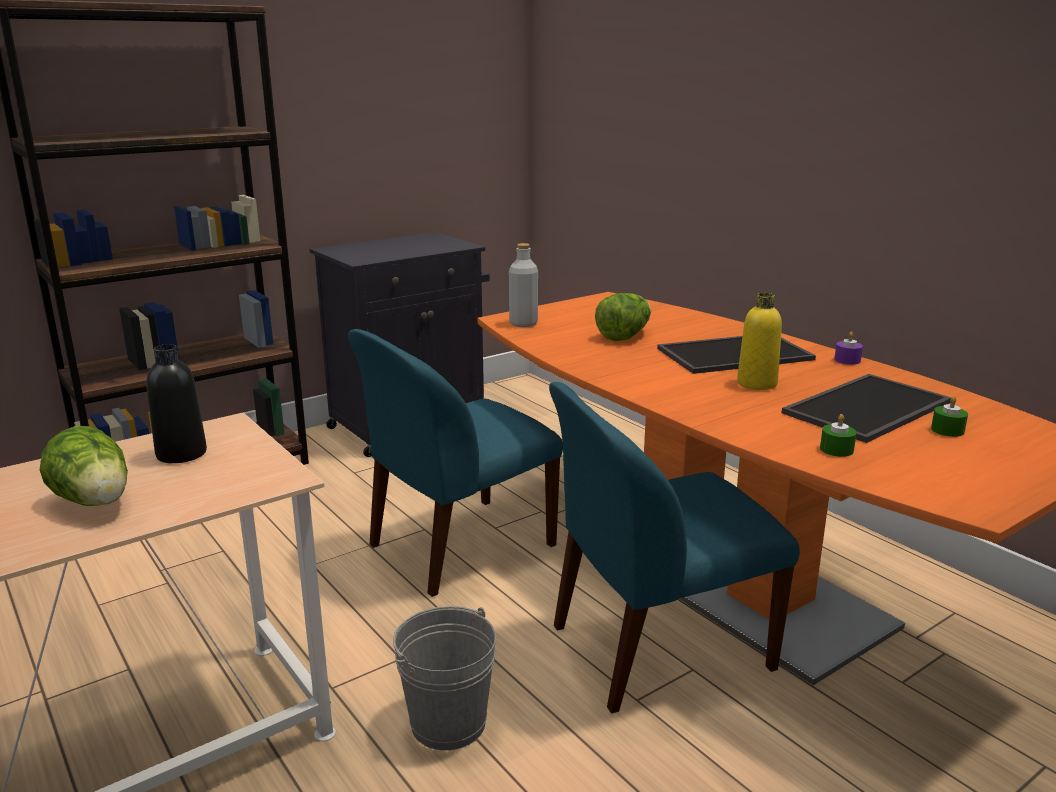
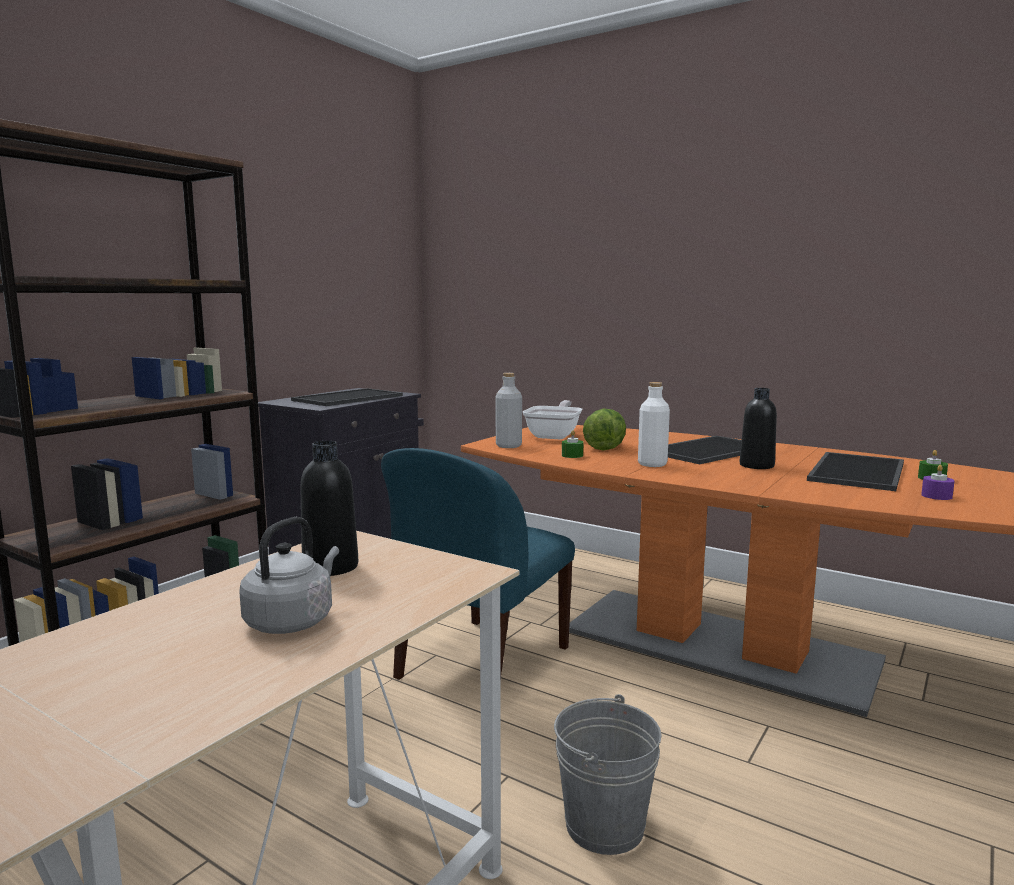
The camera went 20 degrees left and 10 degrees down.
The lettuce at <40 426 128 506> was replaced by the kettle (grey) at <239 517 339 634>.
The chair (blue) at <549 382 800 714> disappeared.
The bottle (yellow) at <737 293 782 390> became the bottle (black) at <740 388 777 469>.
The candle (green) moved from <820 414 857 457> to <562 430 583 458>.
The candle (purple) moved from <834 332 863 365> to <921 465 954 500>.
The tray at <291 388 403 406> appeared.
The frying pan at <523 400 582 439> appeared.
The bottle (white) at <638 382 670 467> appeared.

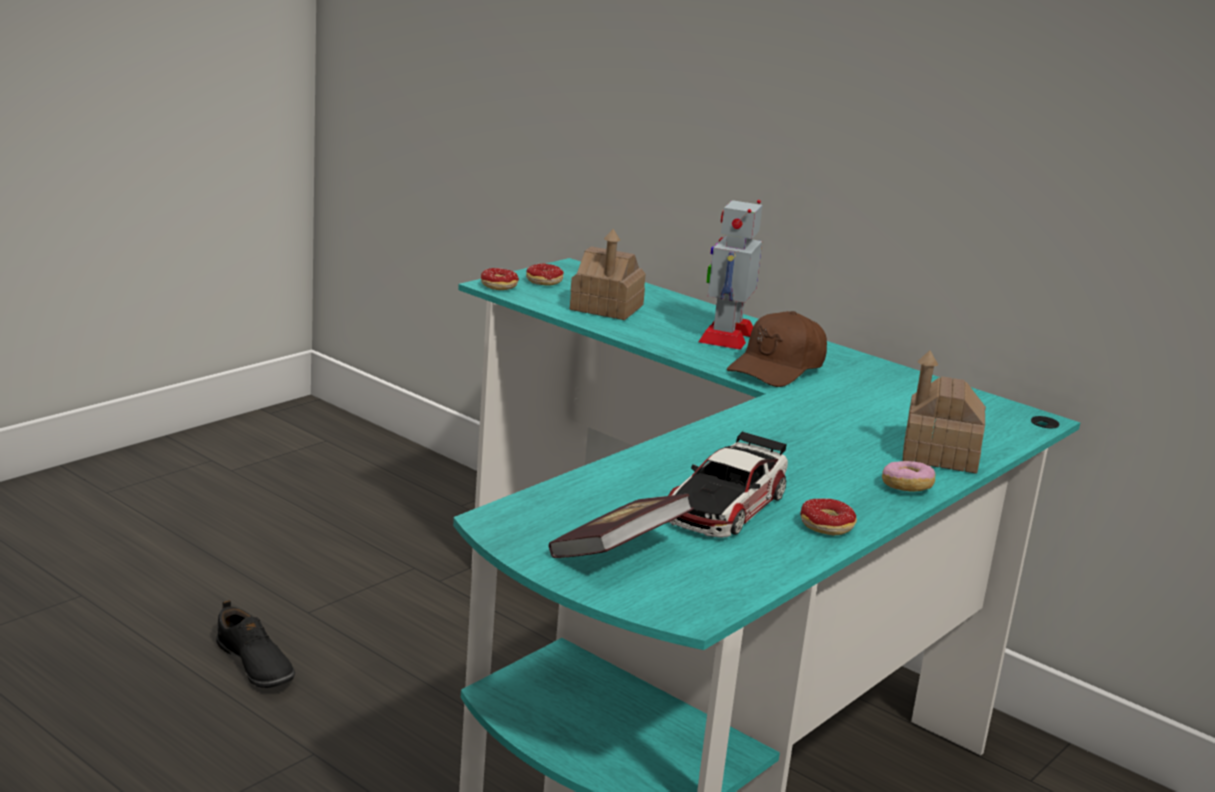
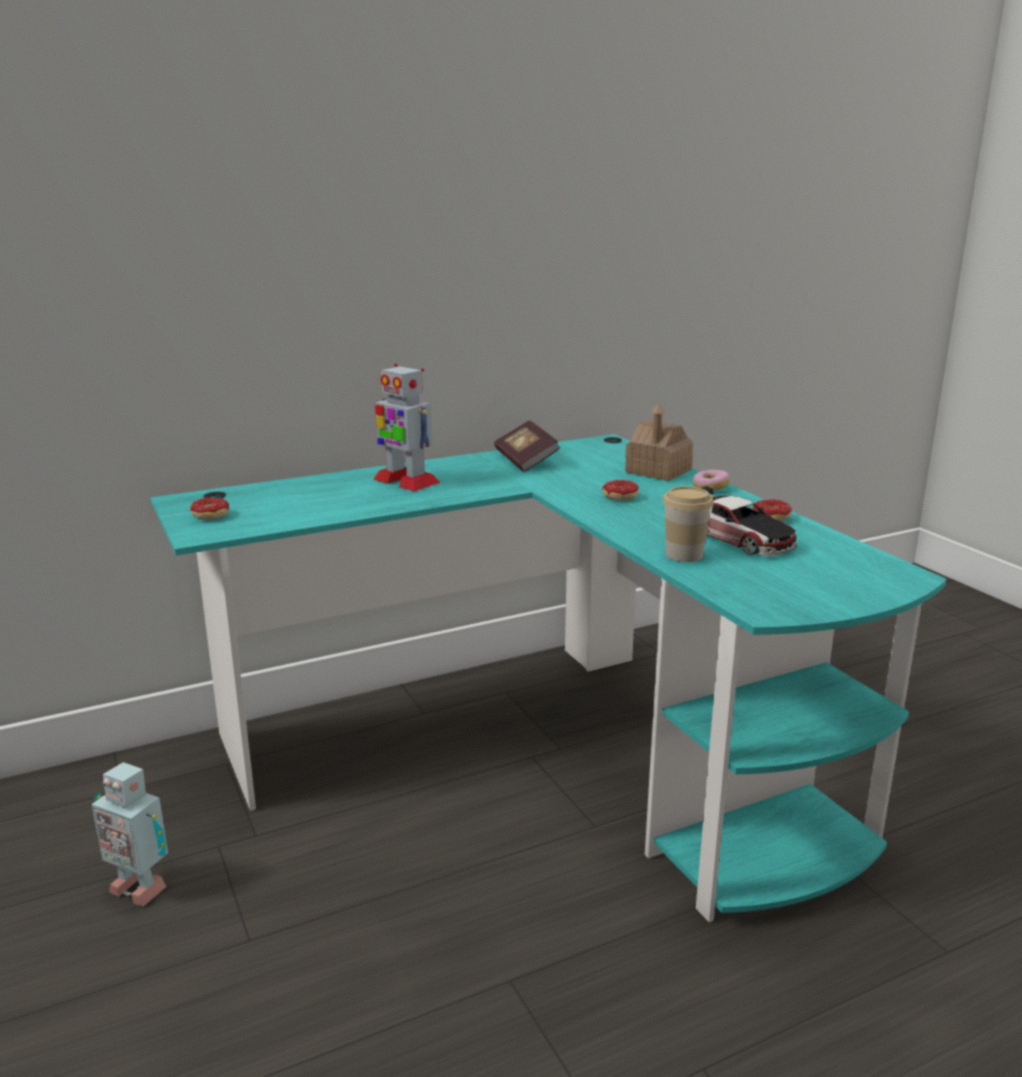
The camera went 65 degrees left and 0 degrees up.
The shoe (black) at <216 600 295 688> disappeared.
The donut moved from <481 268 519 290> to <602 480 639 501>.
The book moved from <548 494 694 558> to <494 420 560 472>.
The toy house at <570 229 646 320> disappeared.
The cap (brown) at <727 311 827 387> disappeared.
The toy robot at <92 762 168 907> appeared.
The cup at <663 486 714 562> appeared.

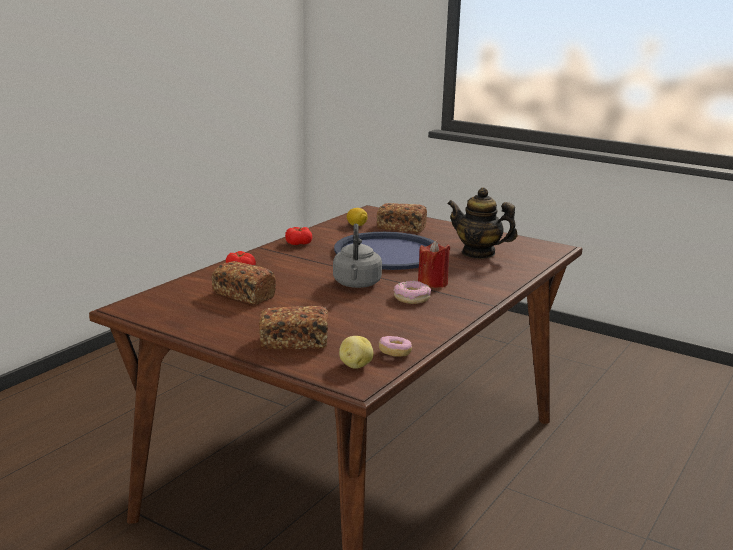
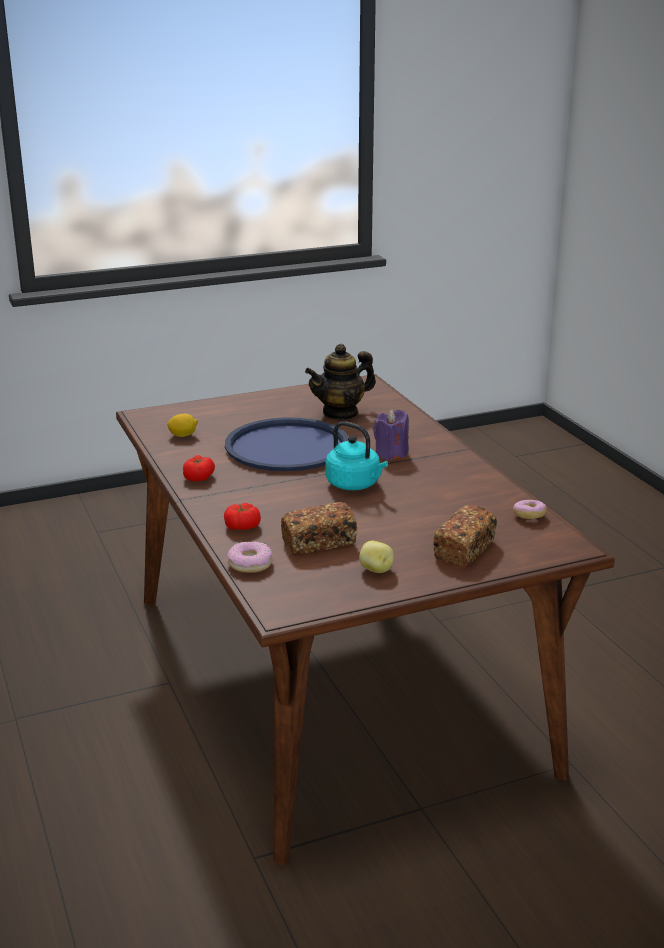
The camera went 55 degrees left and 5 degrees up.
The kettle (grey) at <333 224 382 288> became the kettle (turquoise) at <326 421 388 490>.
The potato moved from <339 336 373 369> to <359 541 394 573>.
The bread at <377 203 427 233> disappeared.
The donut moved from <394 281 431 304> to <227 541 273 573>.
The candle (red) at <418 240 451 288> became the candle (purple) at <373 410 409 461>.

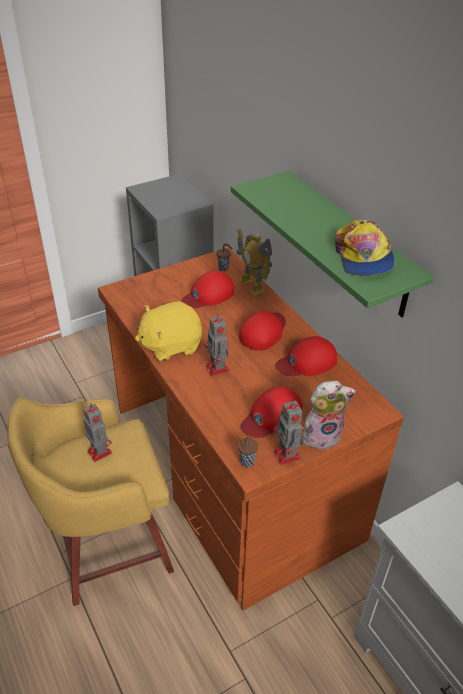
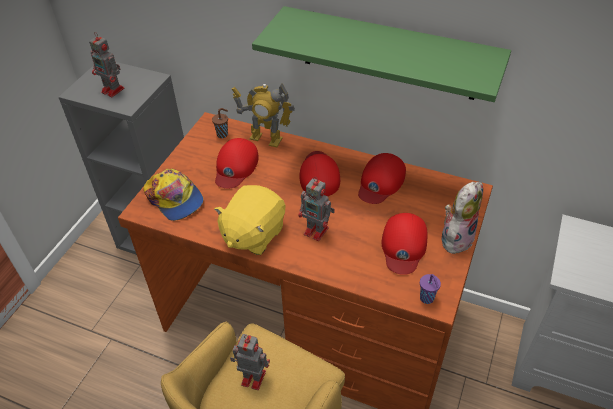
The camera went 35 degrees left and 5 degrees up.
The cup (brown) at <238 437 258 468> became the cup (purple) at <420 274 441 304>.
The toy robot moved from <273 399 303 465> to <89 32 125 97>.
The cap moved from <335 220 395 276> to <143 168 203 221>.

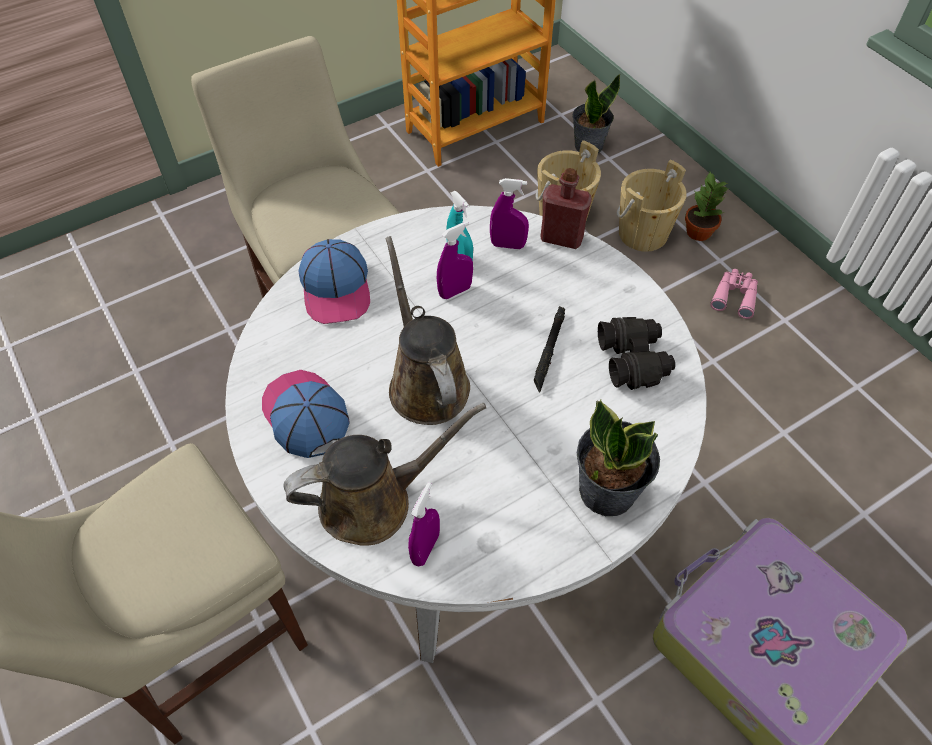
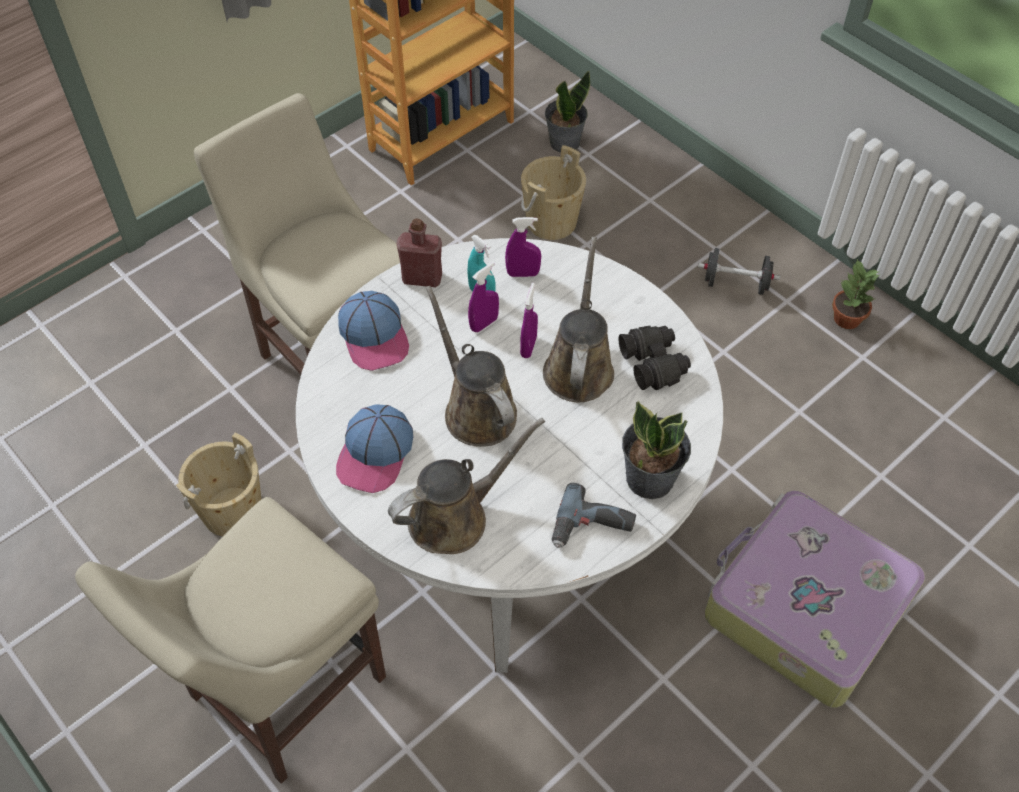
The camera went 10 degrees left and 0 degrees up.
The cap at <262 370 350 458> turned 120 degrees counterclockwise.
The spray bottle (purple) moved from <408 483 440 567> to <520 283 538 358>.
The flashlight (black) at <534 306 565 392> was replaced by the watering can (brown) at <543 237 614 402>.
The bottle (red) moved from <540 168 592 249> to <397 218 442 287>.
The bucket (beige) moved from <617 160 687 252> to <176 433 261 537>.
The potted plant moved from <685 172 729 241> to <832 259 879 329>.
The binoculars (pink) at <710 269 758 319> was replaced by the dumbbell (black) at <698 248 780 295>.
The power drill at <552 483 636 548> appeared.

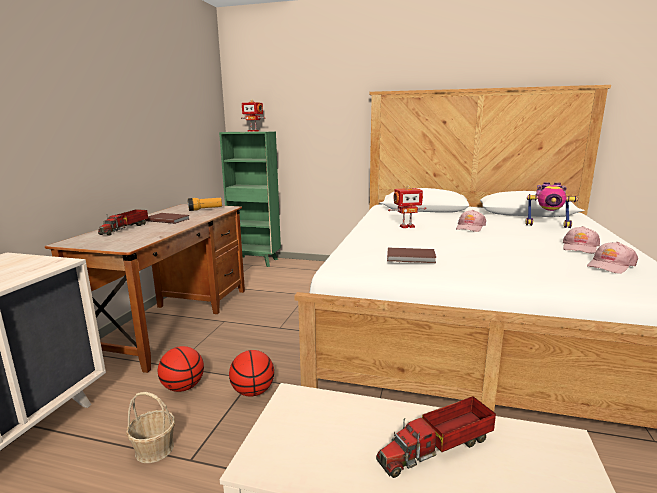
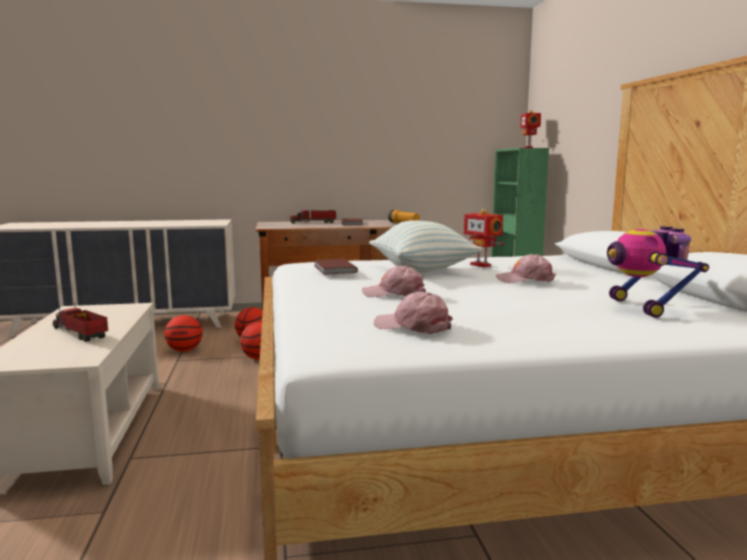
The camera went 65 degrees right and 5 degrees down.
The basket at <126 392 175 463> was replaced by the basketball at <164 315 203 352>.
The cap (pink) moved from <563 226 600 254> to <362 265 426 297>.
The pillow at <369 220 482 273> appeared.

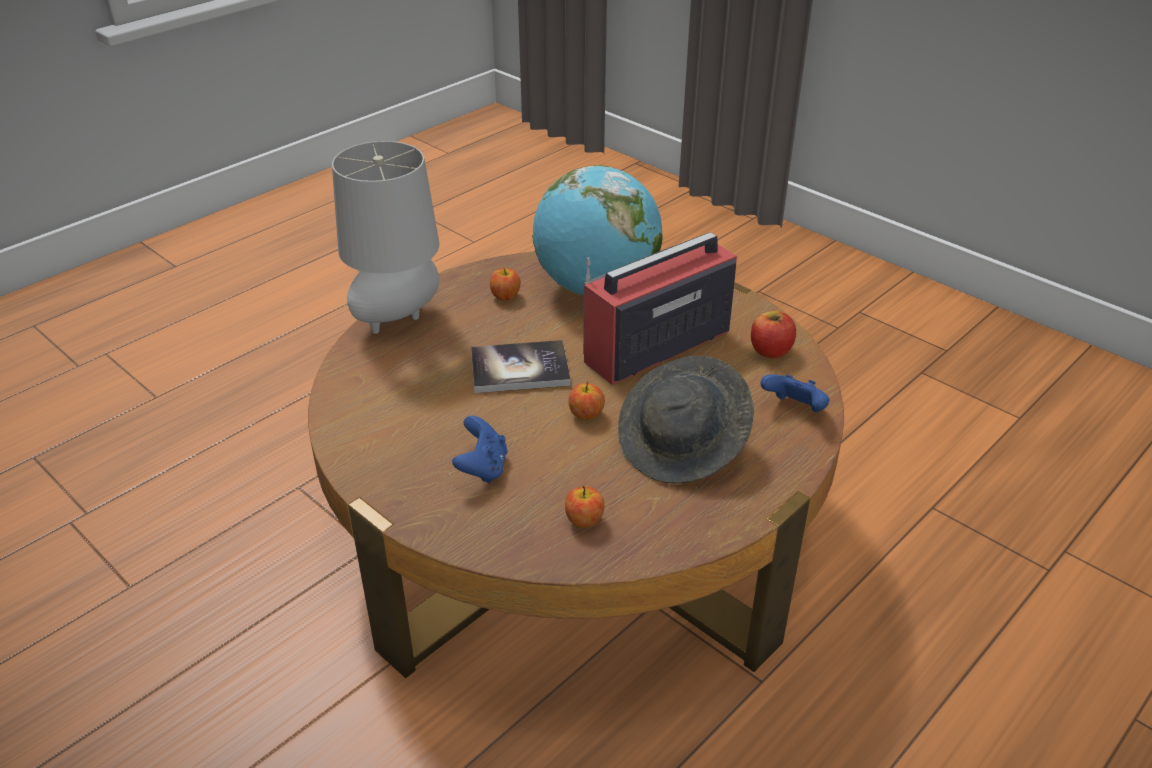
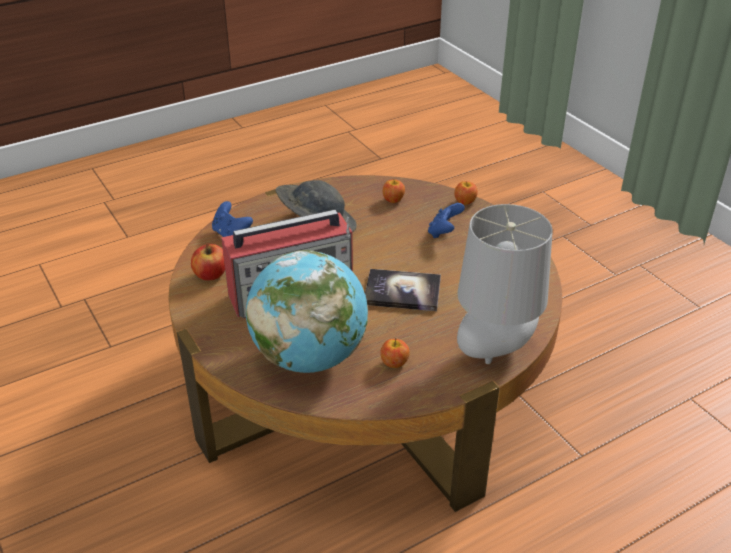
The camera went 165 degrees left and 0 degrees up.
The apple moved from <568 381 605 420> to <454 181 478 205>.

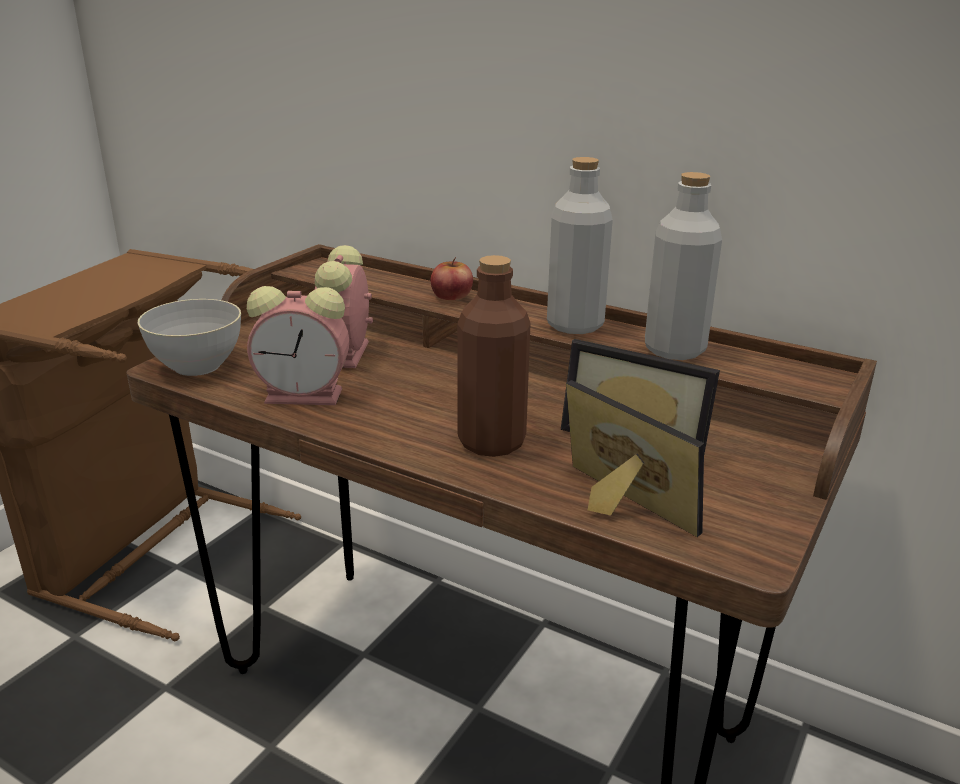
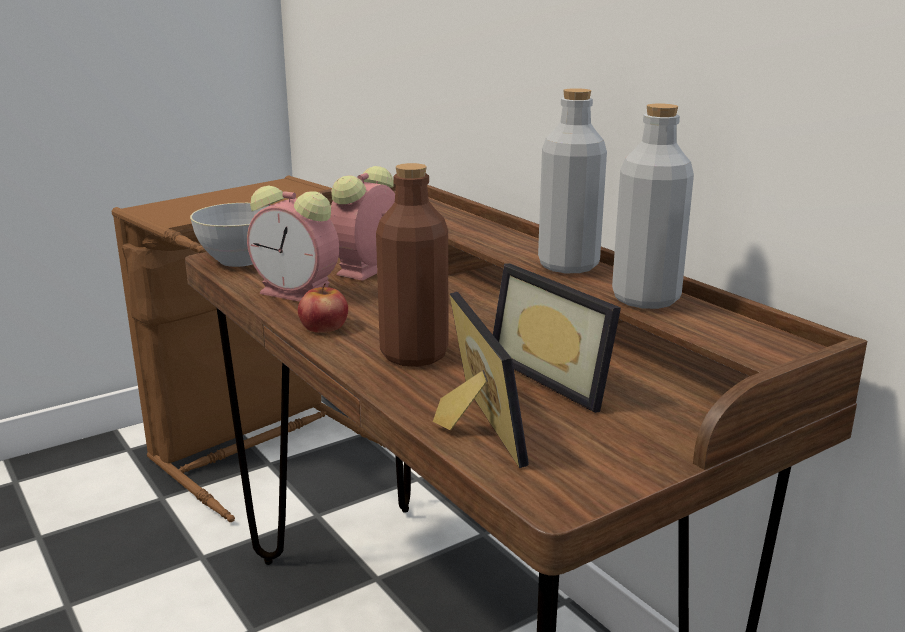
The camera went 25 degrees right and 5 degrees down.
The apple moved from <430 257 473 300> to <298 283 348 333>.

